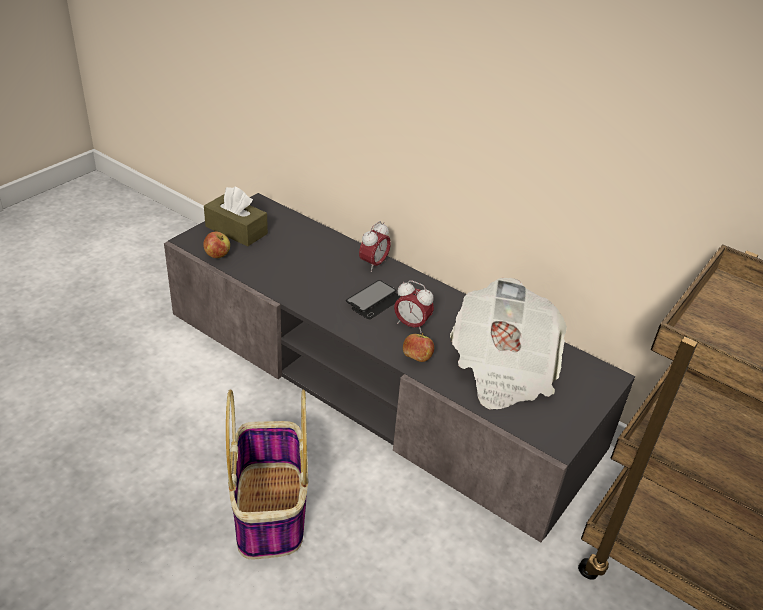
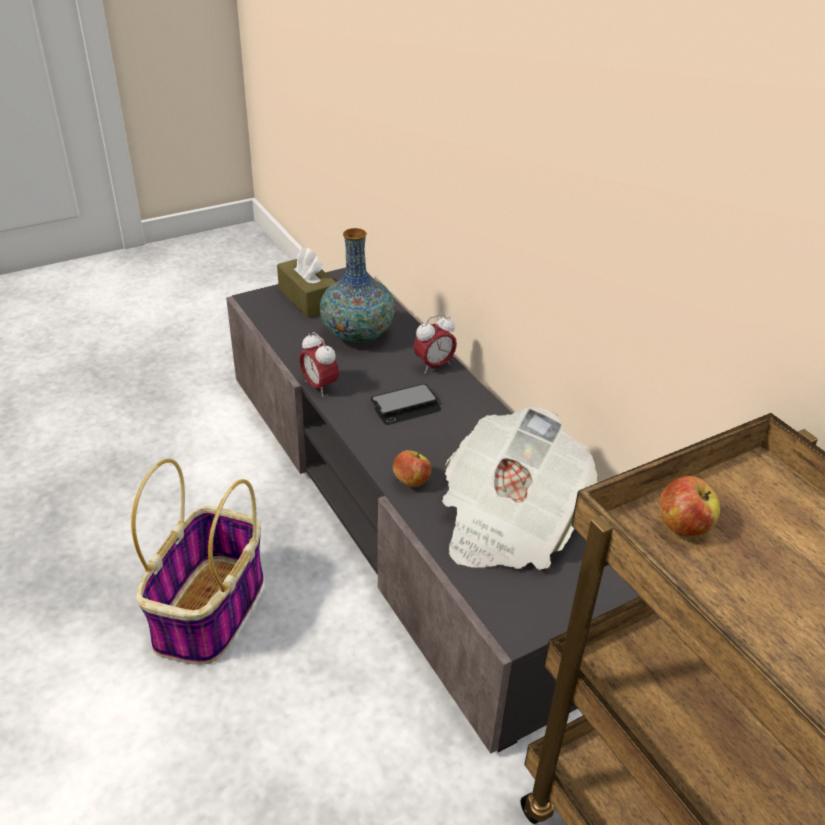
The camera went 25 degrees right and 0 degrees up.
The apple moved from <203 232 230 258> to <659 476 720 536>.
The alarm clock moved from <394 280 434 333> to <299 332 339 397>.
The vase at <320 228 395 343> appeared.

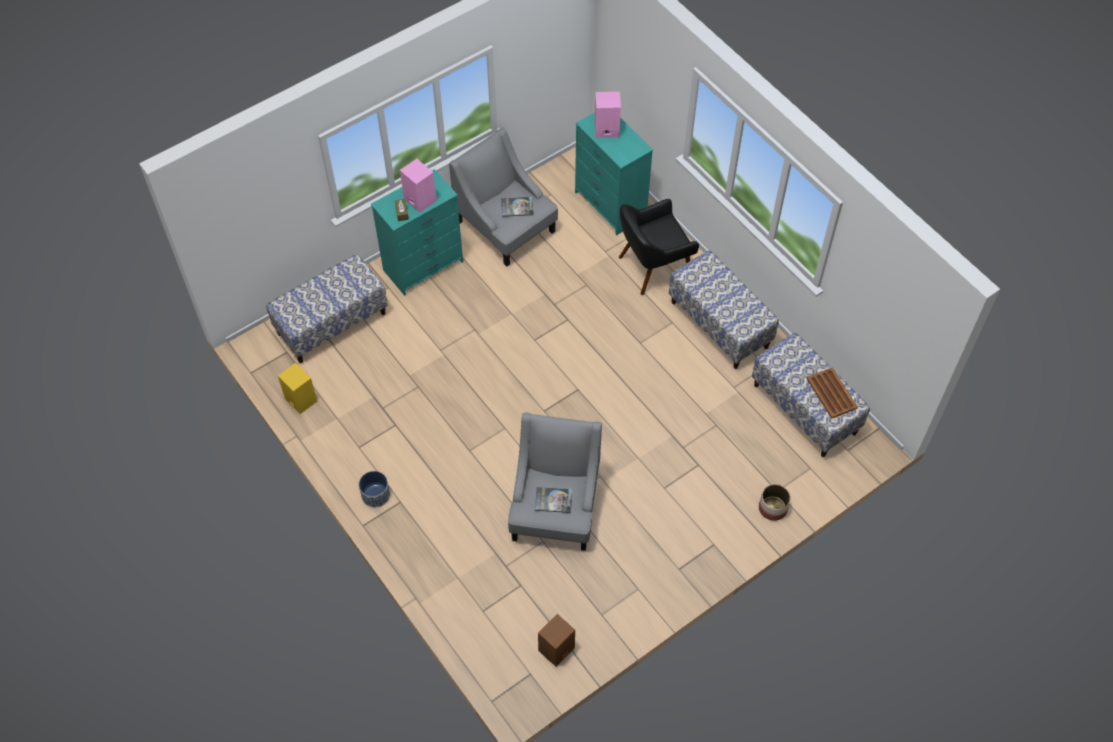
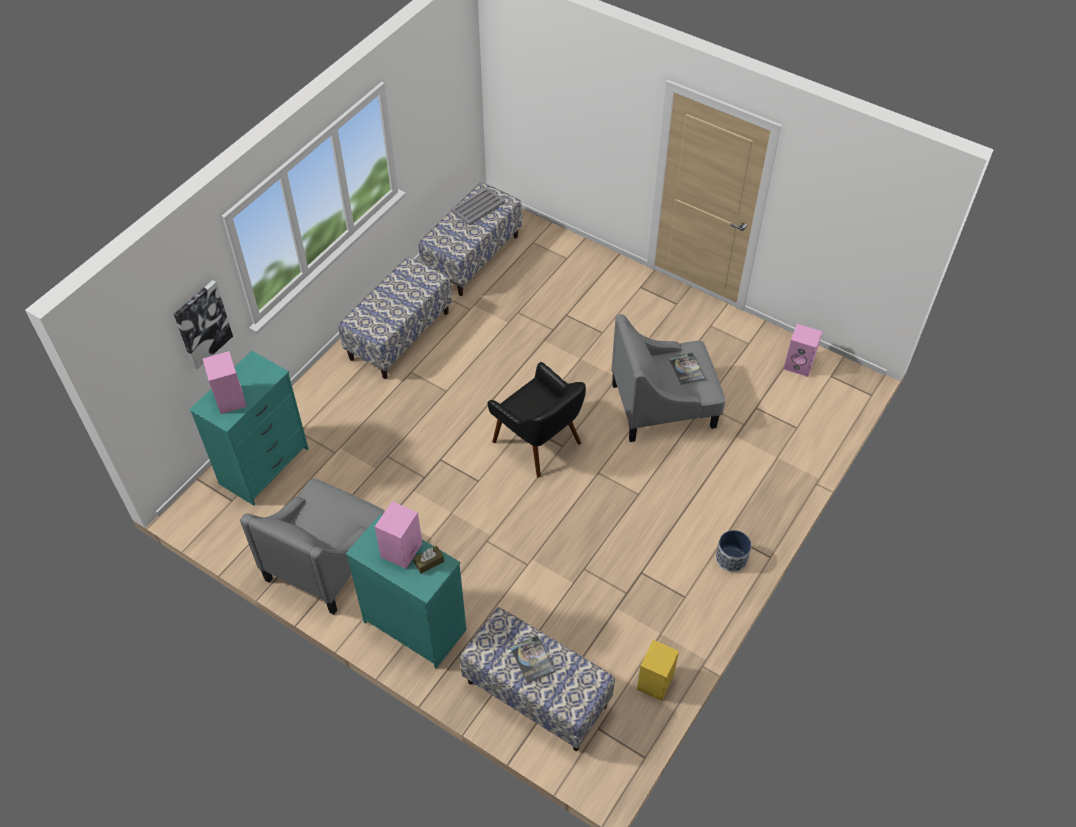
The camera went 110 degrees left and 5 degrees down.
The book moved from <501 197 534 217> to <510 635 556 684>.
The speaker (brown) at <538 614 575 667> became the speaker (pink) at <783 324 823 377>.
The armchair (black) moved from <619 199 699 295> to <488 362 586 478>.
The planter at <759 484 791 521> disappeared.
The tray (brown) at <806 368 858 419> became the tray (grey) at <451 187 505 225>.
The picture at <174 280 233 370> appeared.

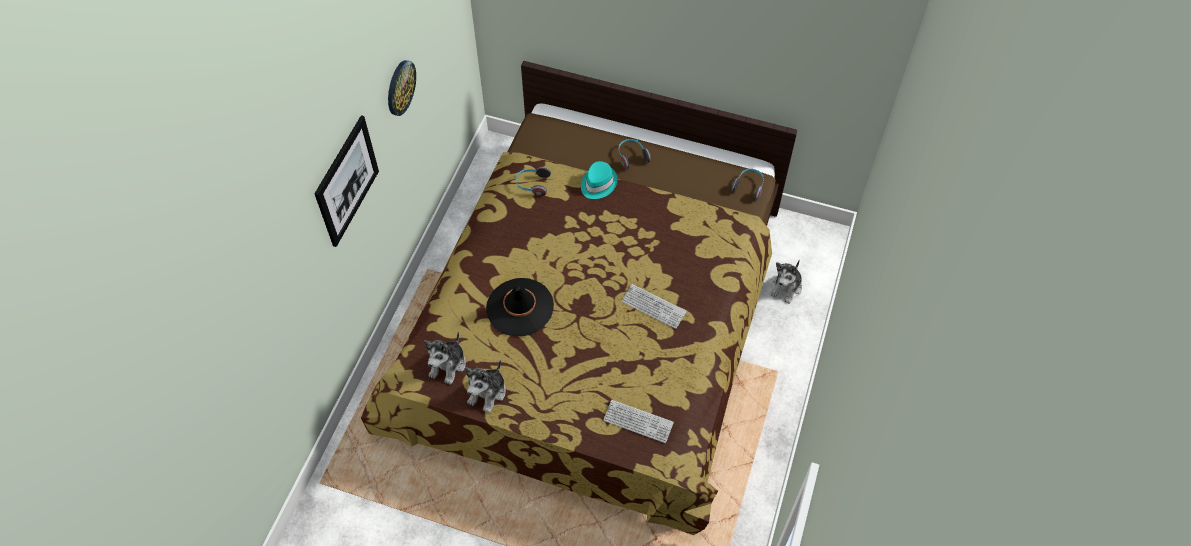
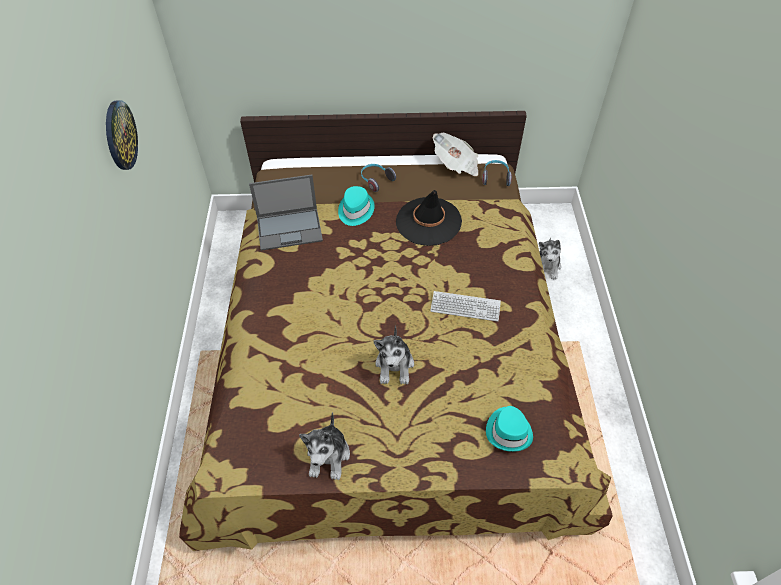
The camera went 20 degrees left and 5 degrees down.
The picture at <314 115 379 247> disappeared.
The plush toy moved from <424 331 466 385> to <373 325 414 384>.
The hat (black) moved from <486 278 554 336> to <396 190 462 246>.
The headphones at <516 167 551 196> was replaced by the laptop at <249 175 323 251>.
The keyboard at <603 400 674 443> was replaced by the hat (turquoise) at <486 406 533 452>.
The newspaper at <433 132 478 176> appeared.

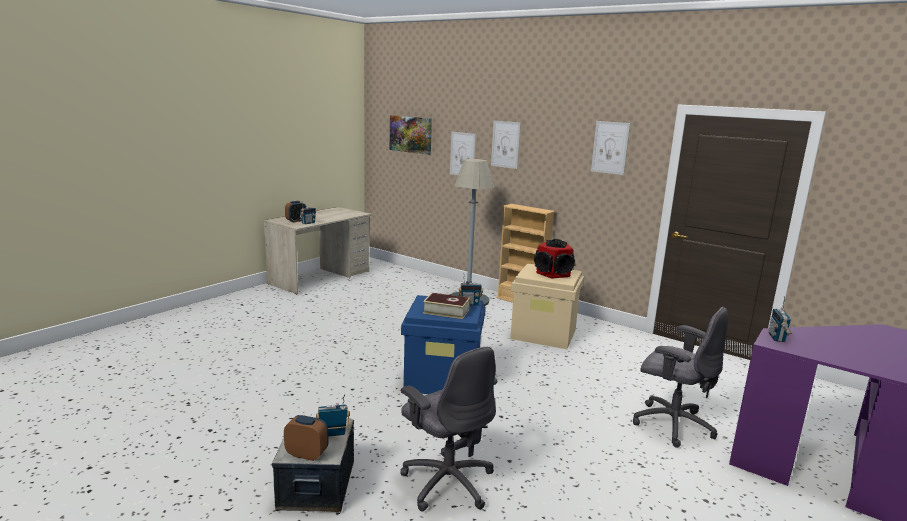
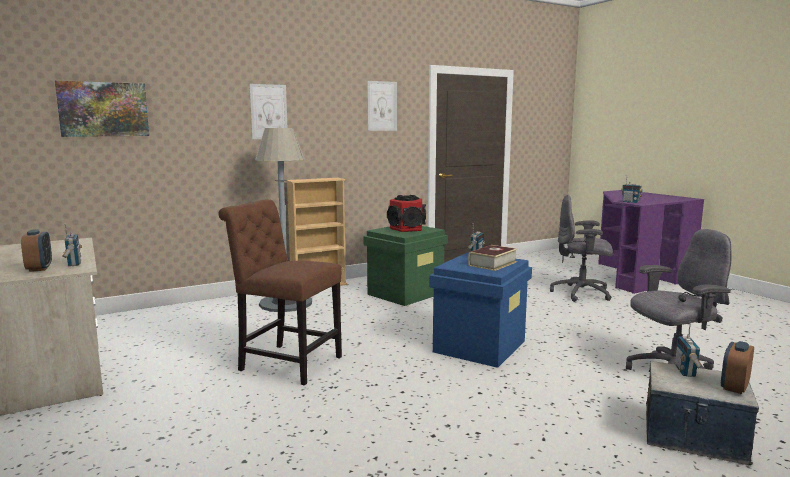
The camera went 65 degrees left and 5 degrees down.
The picture at <450 132 476 175> disappeared.
The storage box (beige) at <510 264 584 349> became the storage box (green) at <364 226 448 306>.
The office chair (grey) at <633 307 728 448> turned 135 degrees counterclockwise.
The chair (brown) at <219 199 342 385> appeared.

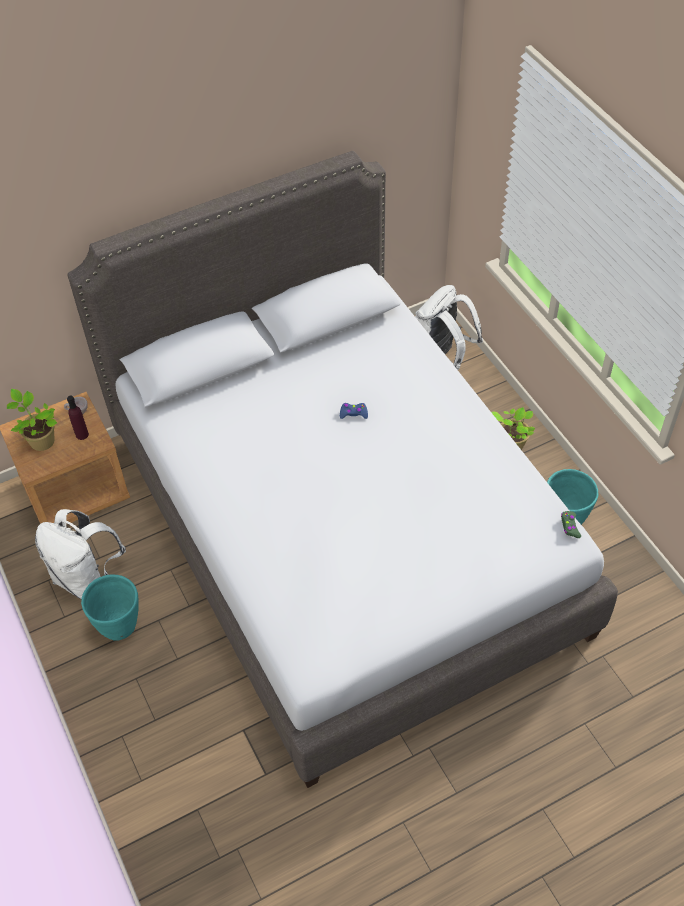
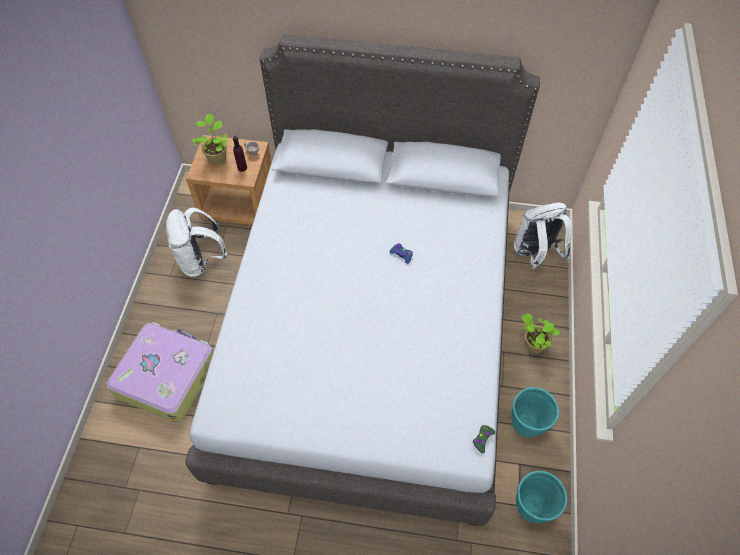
The camera went 35 degrees right and 5 degrees up.
The planter (turquoise) moved from <81 575 139 641> to <516 471 567 523>.
The suitcase at <106 322 213 423> appeared.

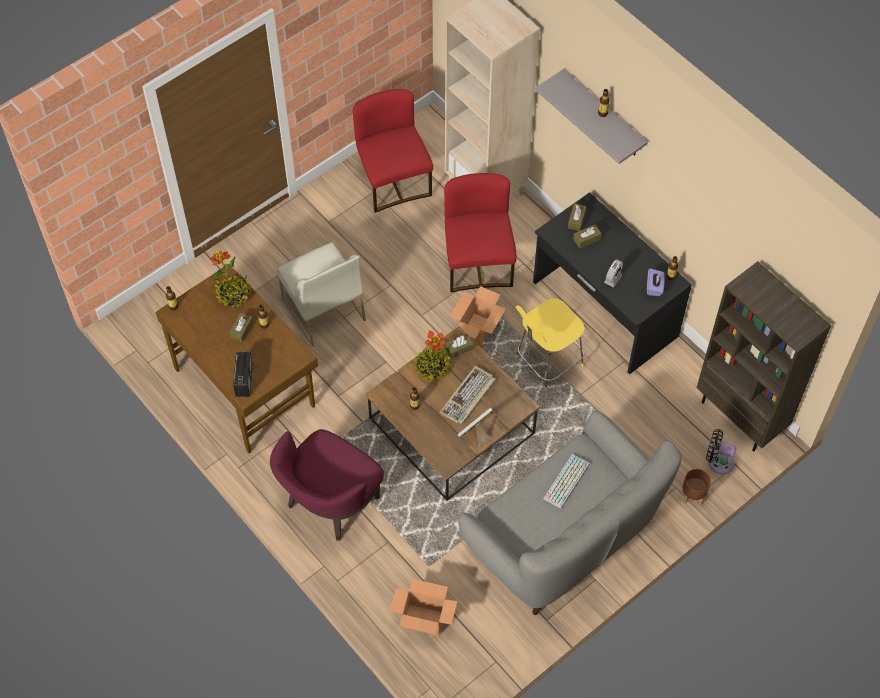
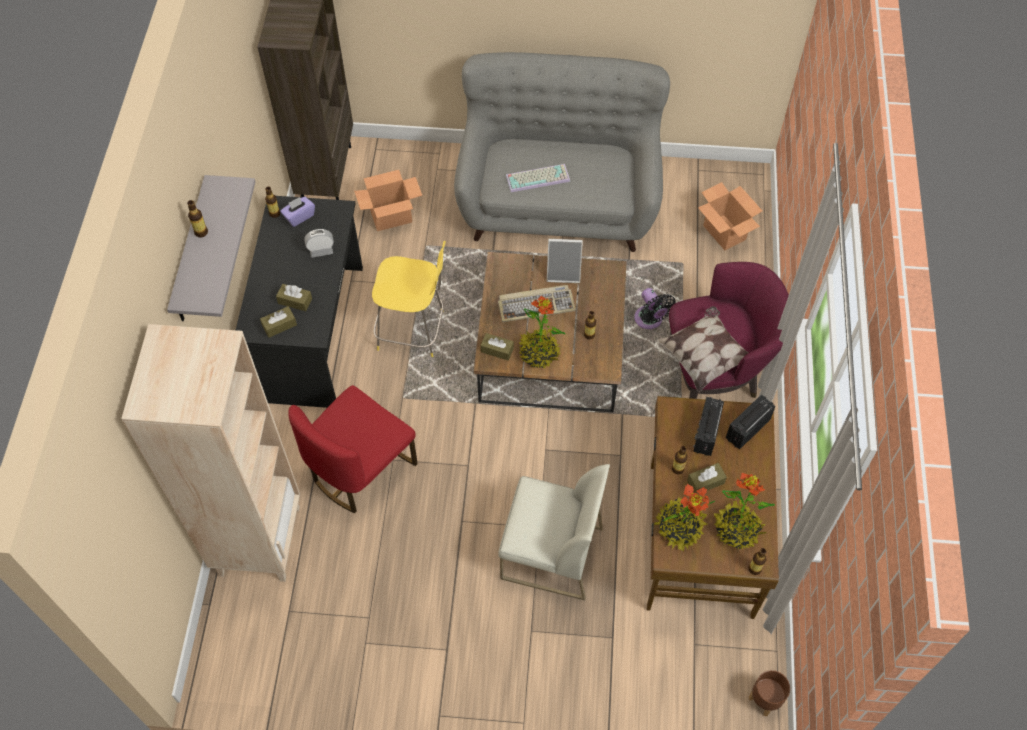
The camera went 135 degrees left and 0 degrees up.
The chair (white) at <276 242 366 347> turned 90 degrees clockwise.
The chair (red) at <353 89 433 213> disappeared.
The cardboard box moved from <450 286 506 347> to <354 170 422 231>.
The planter (brown) moved from <683 469 711 505> to <749 670 790 716>.
The fan (black) moved from <706 429 736 474> to <634 288 676 329>.
The pillow at <657 306 748 392> appeared.
The radio at <693 397 724 456> appeared.
The potted plant at <714 473 775 550> appeared.

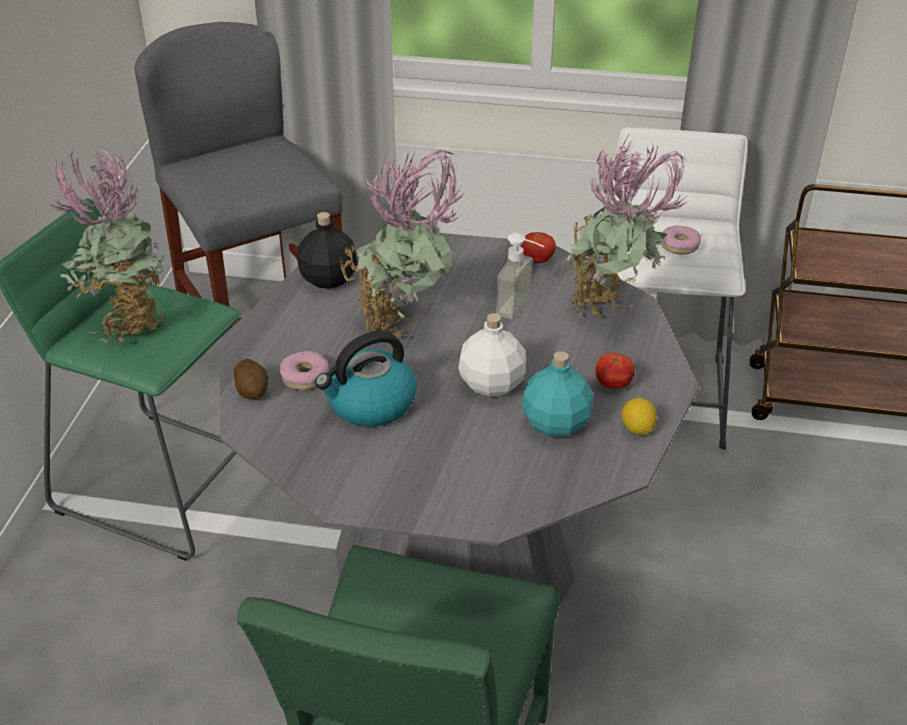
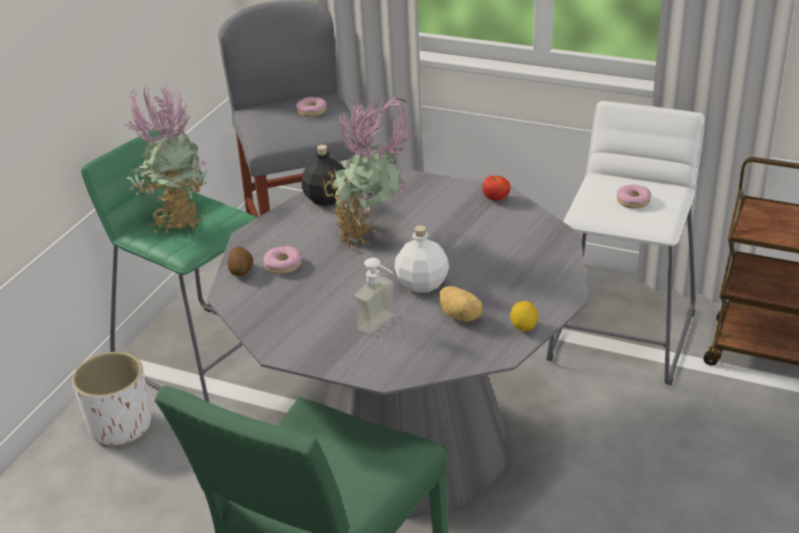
The camera went 15 degrees right and 5 degrees down.
The kettle at <315 331 417 427> disappeared.
The soap dispenser moved from <496 233 545 319> to <354 258 396 335>.
The bottle (turquoise) at <521 351 594 437> was replaced by the potato at <439 286 483 322>.
The potted plant at <566 138 689 317> disappeared.
The tomato at <595 353 635 389> disappeared.
The planter (white) at <72 352 151 447> appeared.
The donut at <296 97 327 117> appeared.

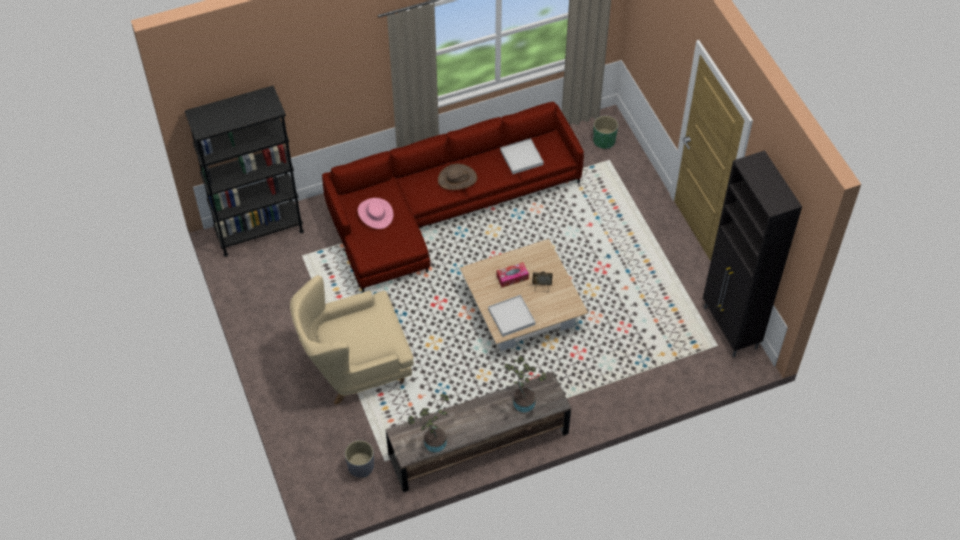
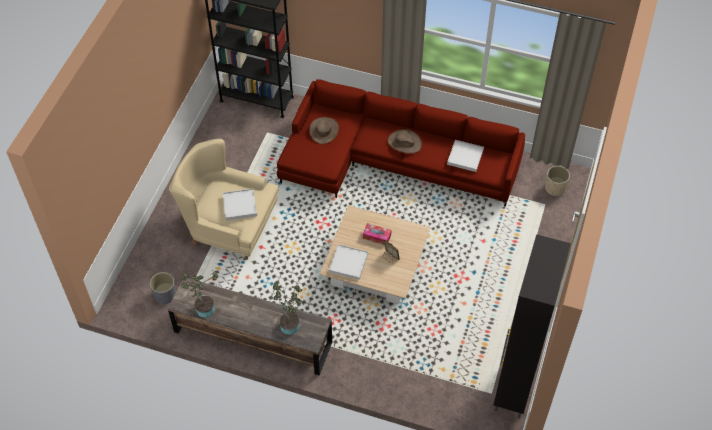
The camera went 40 degrees right and 0 degrees up.
The hat (pink) at <358 198 393 229> became the hat (brown) at <309 117 339 144>.
The planter (green) at <593 116 618 149> became the planter (beige) at <545 166 570 196>.
The tray (white) at <223 189 257 220> appeared.

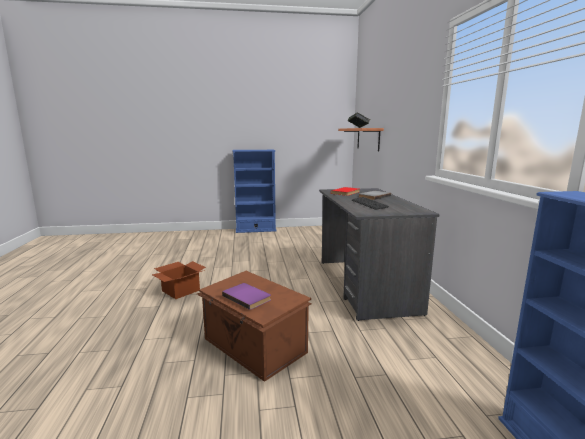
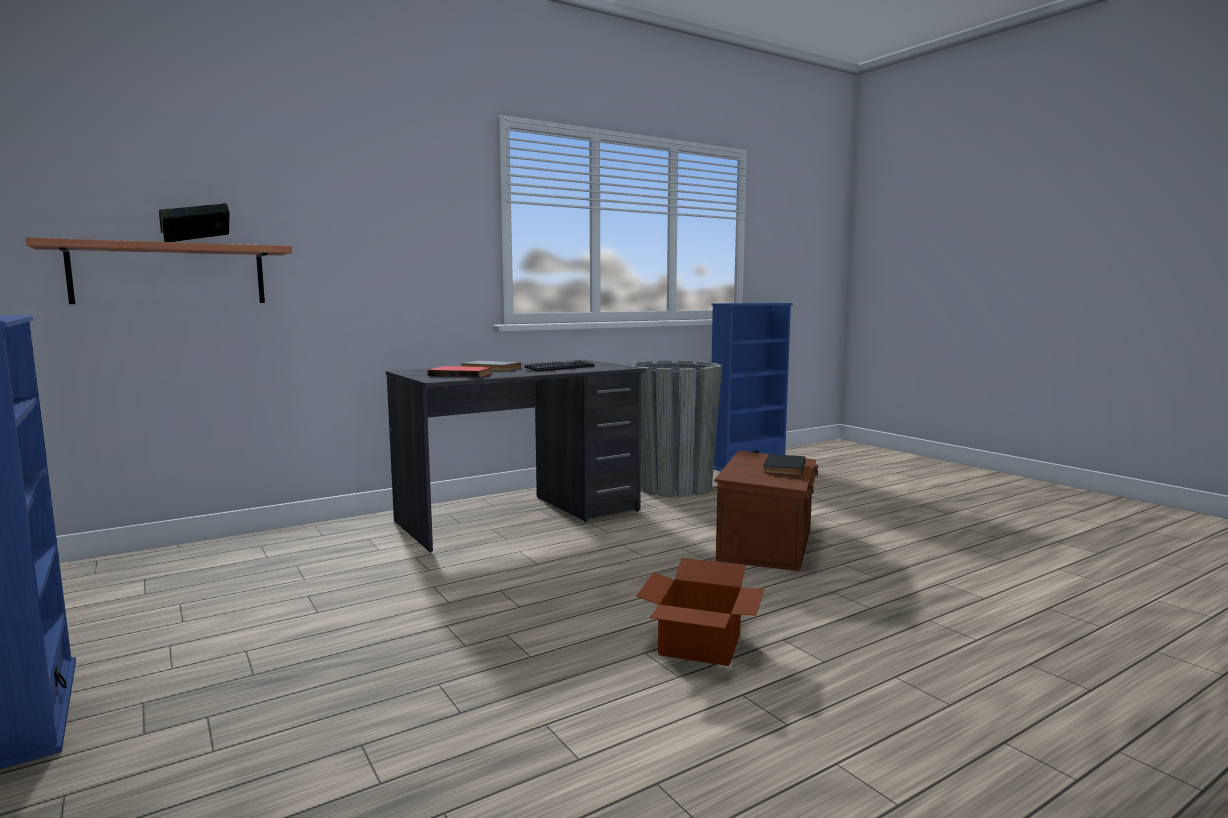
The camera went 115 degrees left and 5 degrees down.
The book (purple) at <222 283 271 310> became the book (black) at <763 454 806 476>.
The planter (grey) at <629 361 722 497> appeared.

